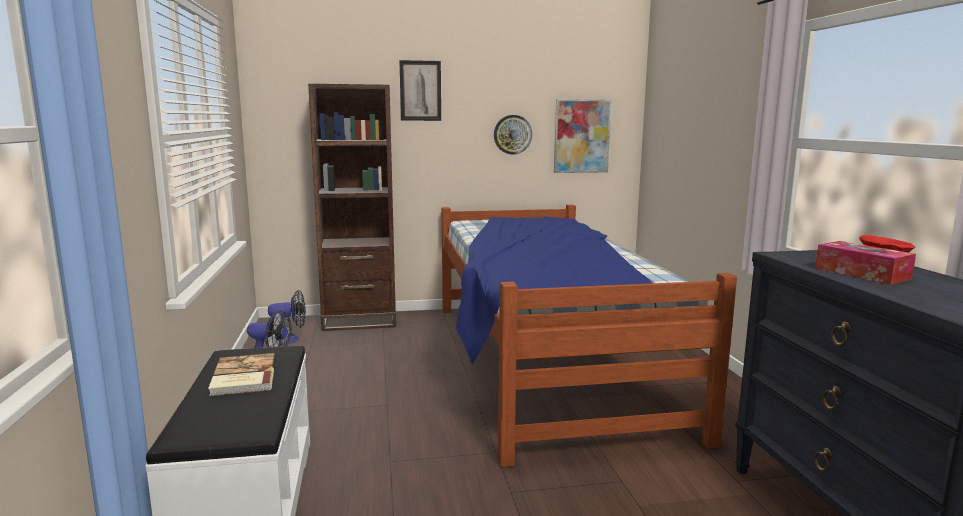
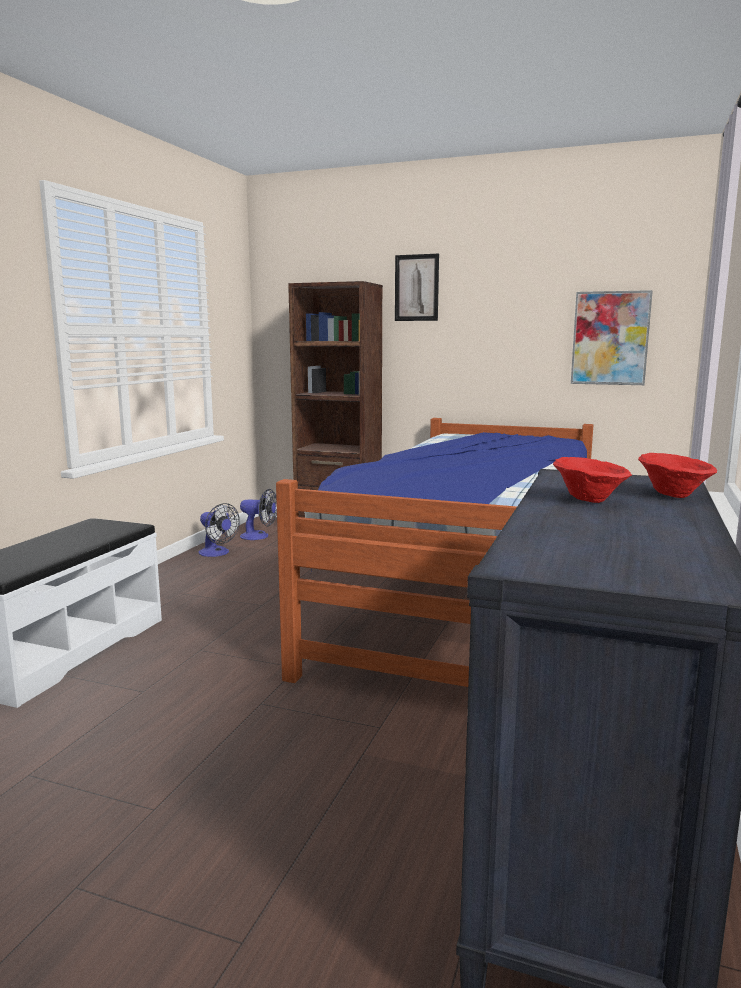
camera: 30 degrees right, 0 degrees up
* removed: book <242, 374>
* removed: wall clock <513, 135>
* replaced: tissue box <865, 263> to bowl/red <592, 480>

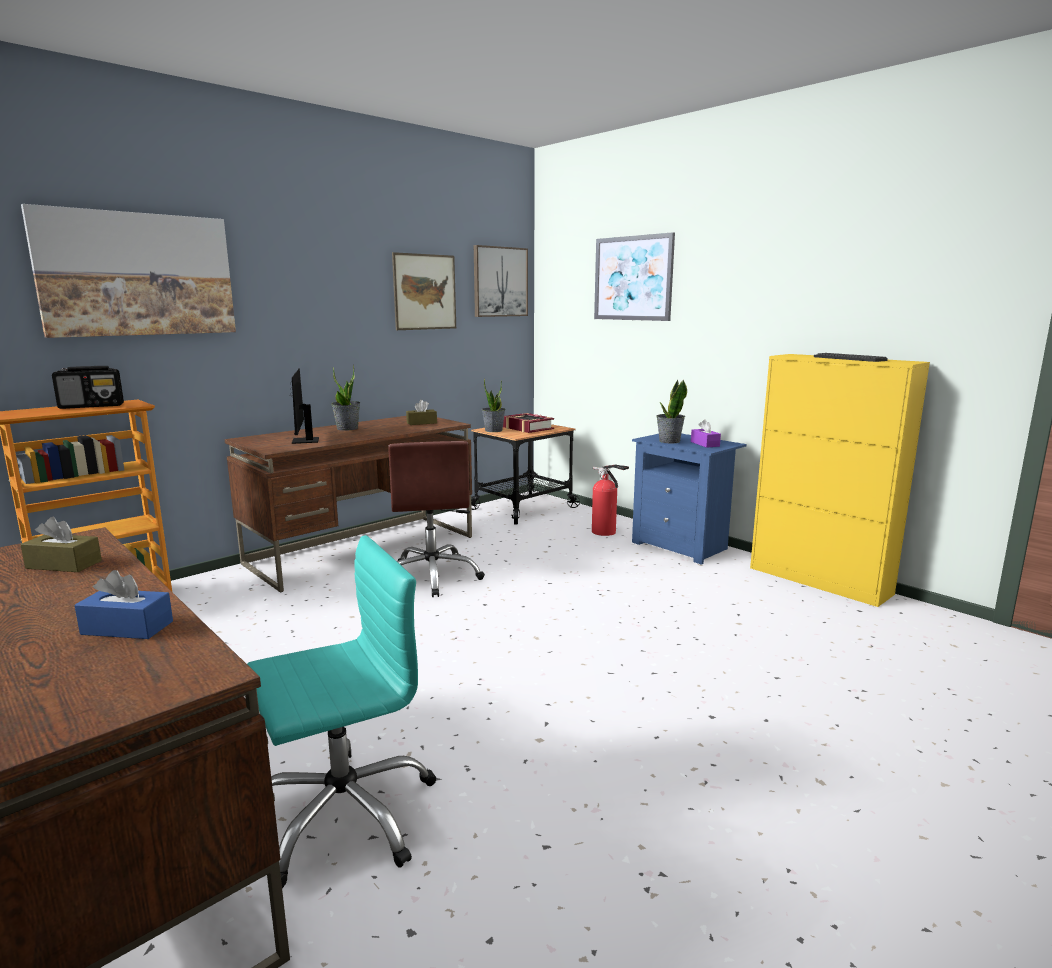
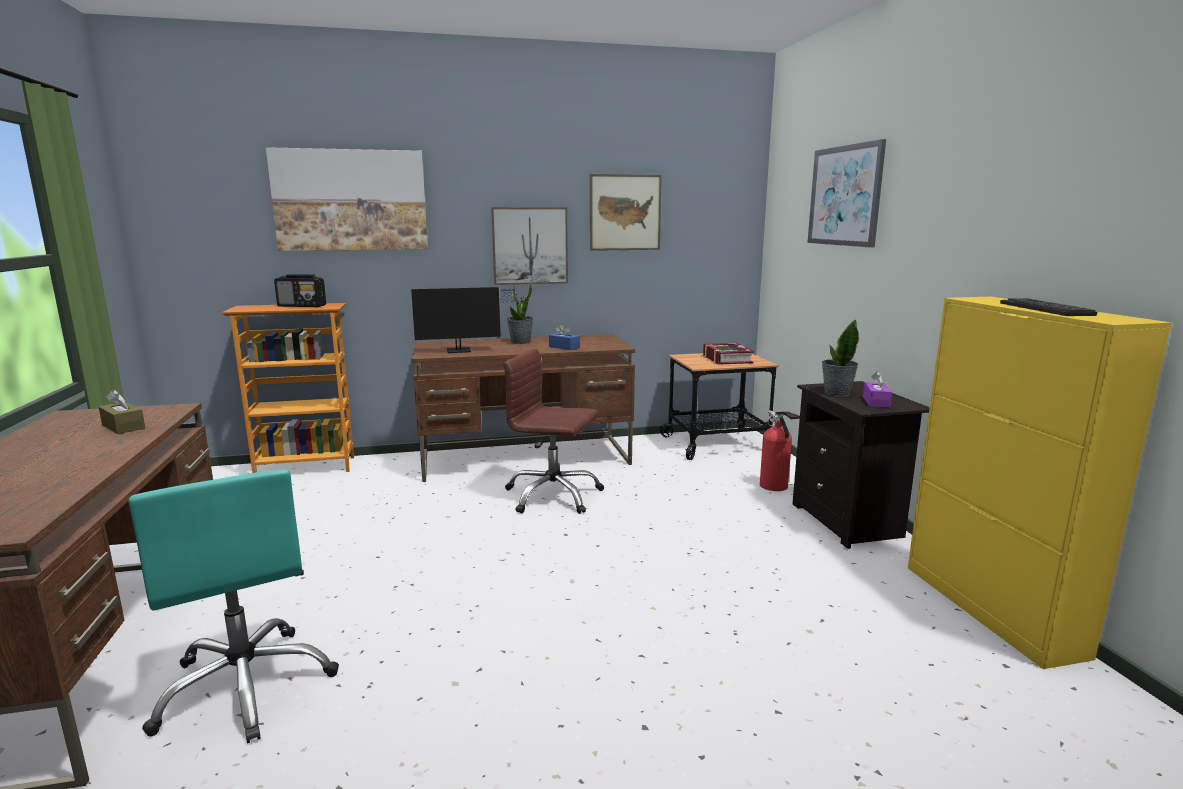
camera: 30 degrees right, 0 degrees up
* removed: tissue box/brown <421, 412>
* removed: potted plant <494, 405>
* moved: tissue box/blue <123, 604> to <564, 336>
* moved: picture <501, 281> to <529, 246>
* recoloured: nightstand/blue <689, 499> to nightstand/black <861, 465>
* turned: office chair/turquoise <341, 711> = <233, 606> 60 degrees clockwise
* turned: monitor <304, 406> = <469, 320> 120 degrees counterclockwise
* turned: office chair/brown <436, 519> = <553, 431> 90 degrees clockwise

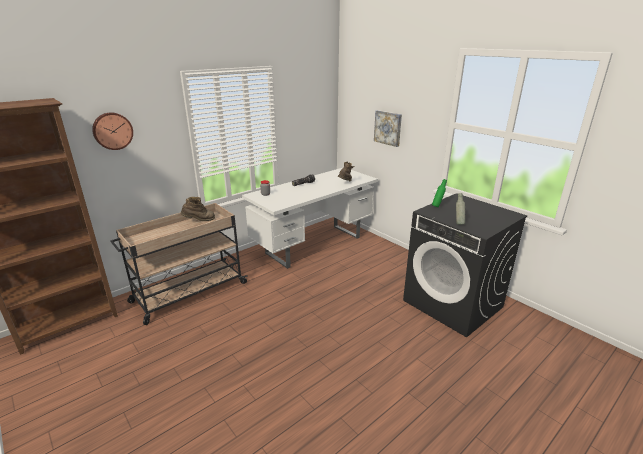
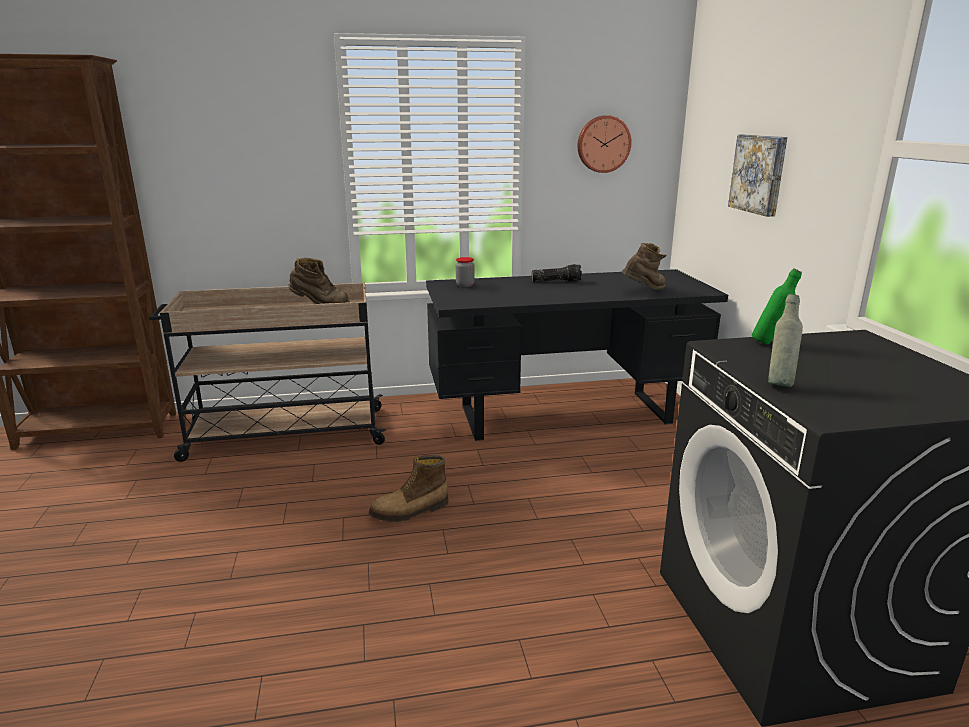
camera: 30 degrees right, 5 degrees down
* added: boot <409, 488>
* moved: wall clock <112, 131> to <605, 144>
* recoloured: desk/white <310, 218> to desk/black <577, 355>

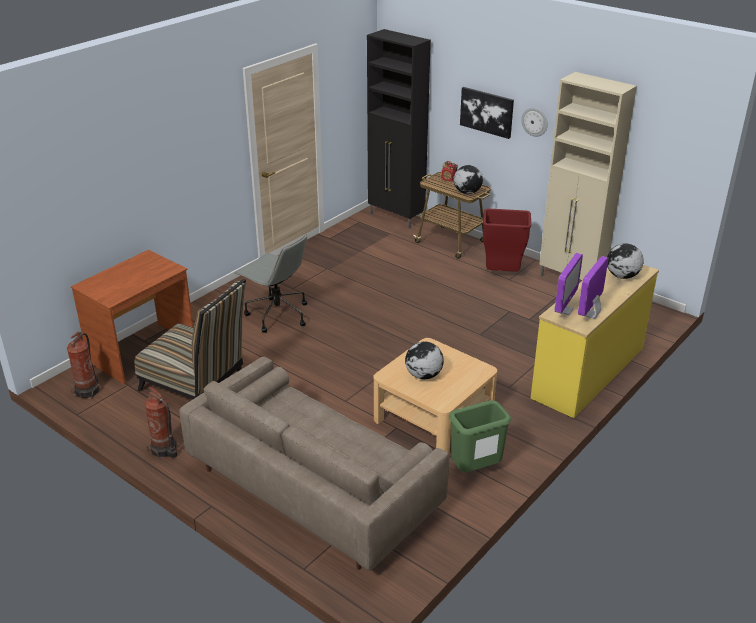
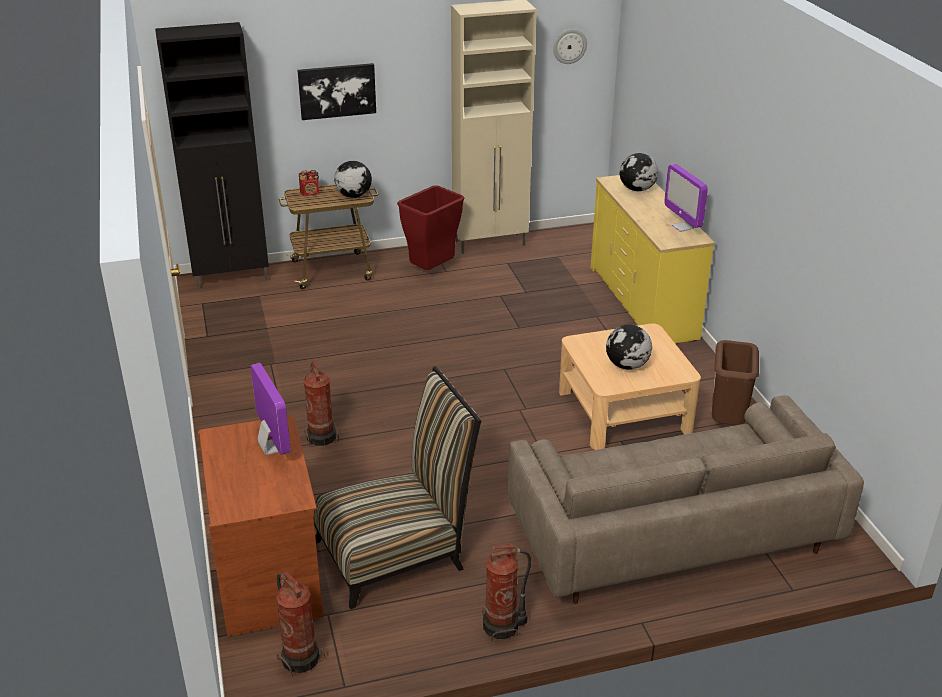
camera: 55 degrees left, 0 degrees up
* moved: wall clock <534, 122> to <570, 46>
* moved: monitor <568, 284> to <271, 409>
* replaced: office chair/grey <270, 283> to fire extinguisher <321, 404>
* recoloured: trash can/green <480, 436> to trash can/brown <735, 382>

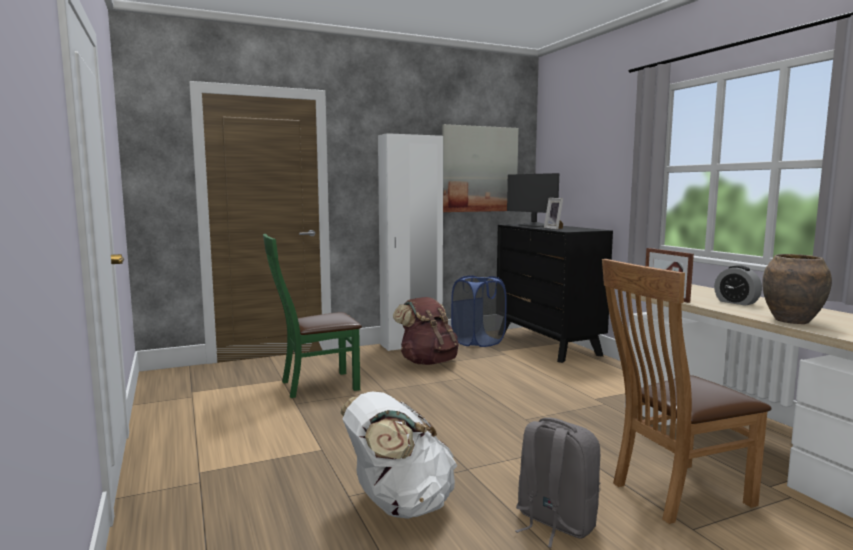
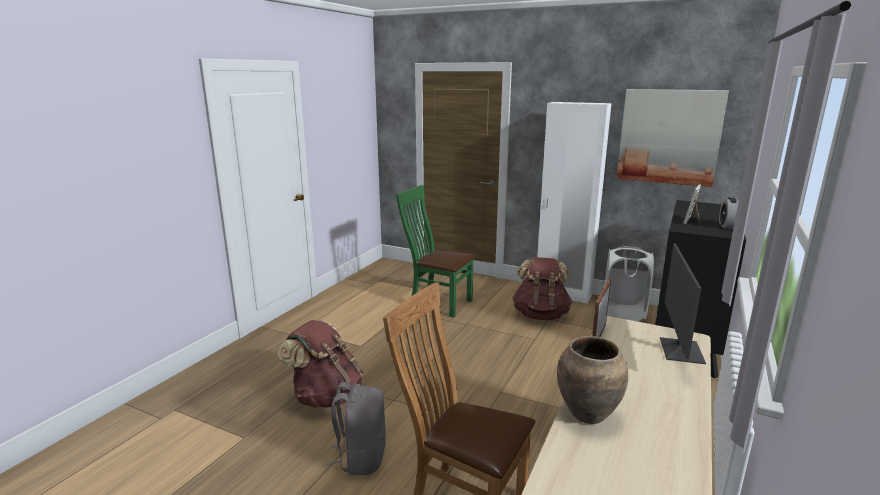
camera: 50 degrees right, 10 degrees up
* moved: monitor <533, 200> to <683, 303>
* moved: alarm clock <738, 285> to <729, 213>
* recoloured: backpack/white <398, 455> to backpack/brown <320, 364>
* recoloured: laundry basket/blue <479, 311> to laundry basket/white <629, 284>

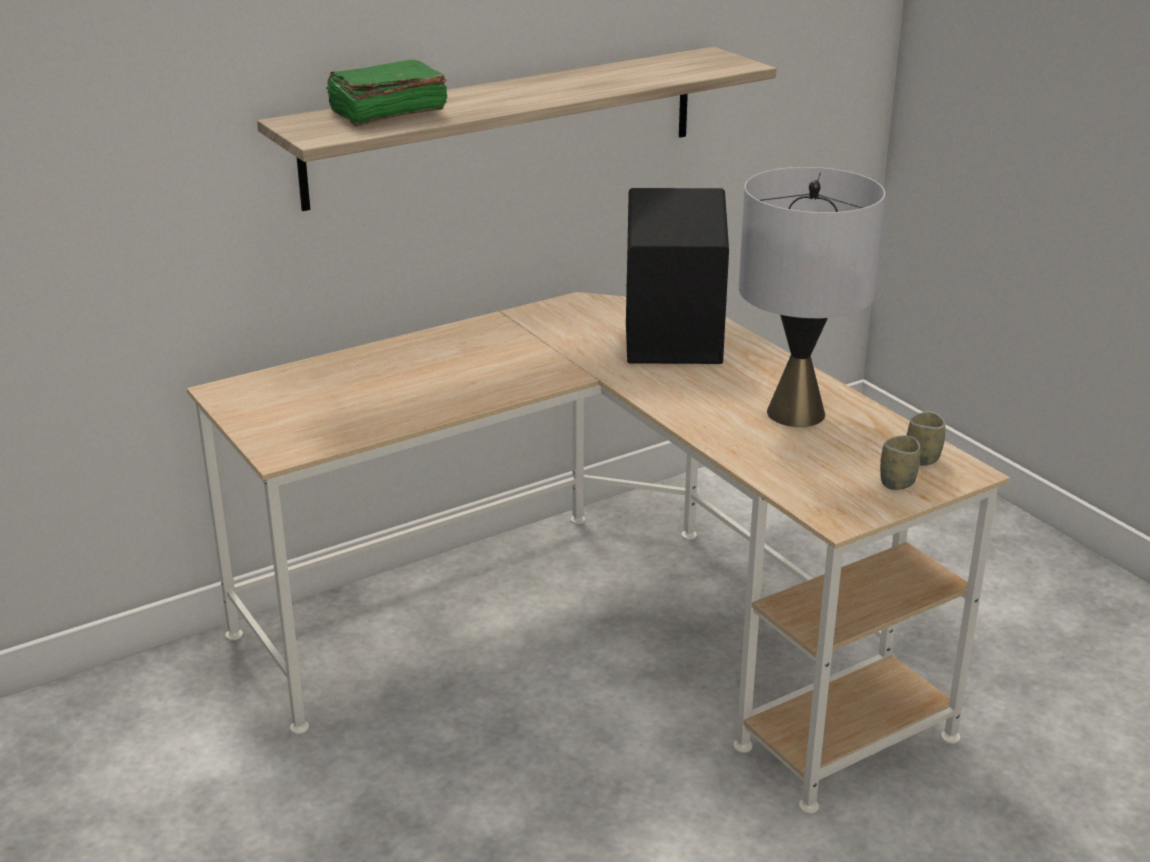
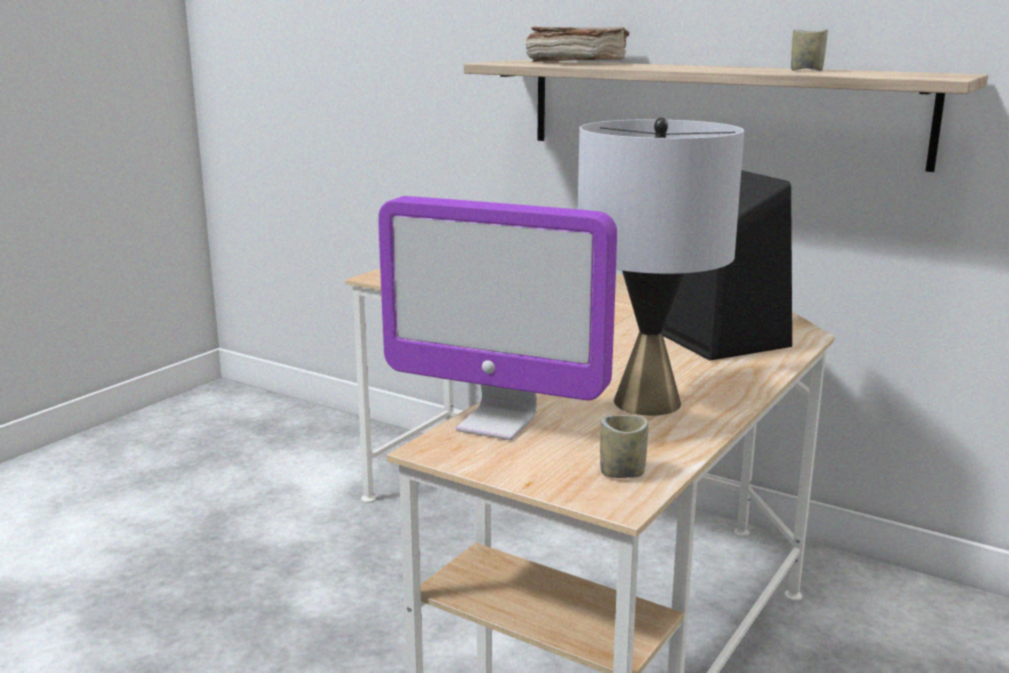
camera: 65 degrees right, 10 degrees down
* added: monitor <497, 318>
* moved: cup <900, 462> to <809, 50>
* recoloured: book/green <386, 93> to book/brown <577, 44>

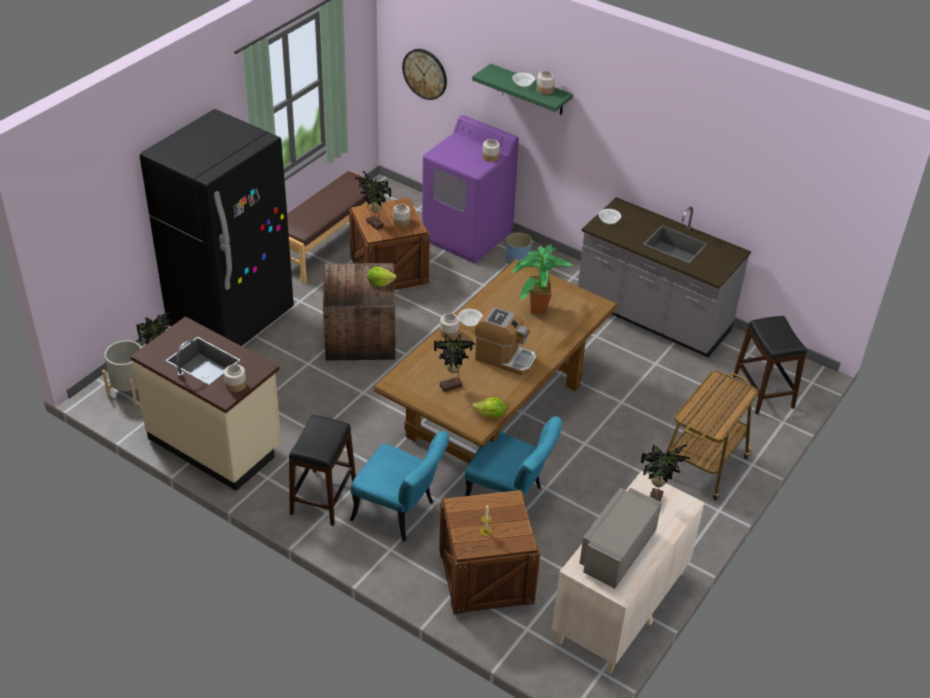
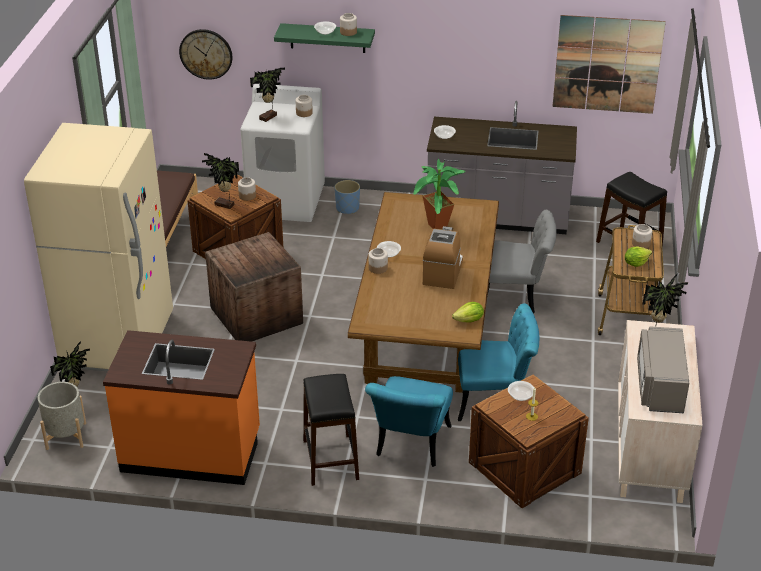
camera: 25 degrees left, 5 degrees down
* added: chair/grey <522, 262>
* added: bowl <521, 391>
* added: picture <609, 64>
* moved: jar <235, 378> to <642, 236>
* moved: lettuce <382, 276> to <638, 256>
* moved: potted plant <454, 363> to <267, 95>
* recoloured: counter/beige <205, 403> to counter/orange <181, 407>
* recoloured: fridge/black <217, 227> to fridge/beige <98, 247>
* recoloured: washing machine/purple <470, 189> to washing machine/white <282, 153>
* turned: chair/turquoise <399, 486> = <409, 421> 105 degrees clockwise
* turned: coffee machine <506, 341> = <443, 257> 75 degrees counterclockwise

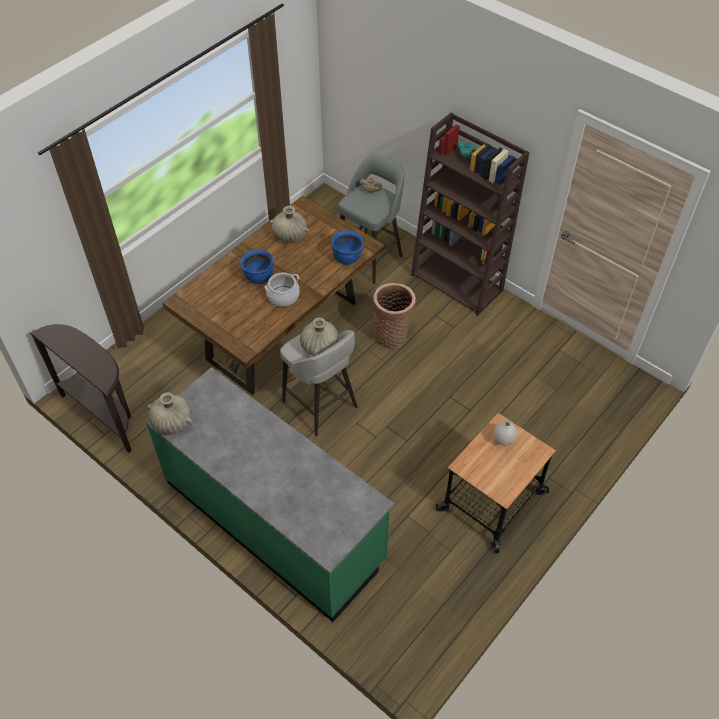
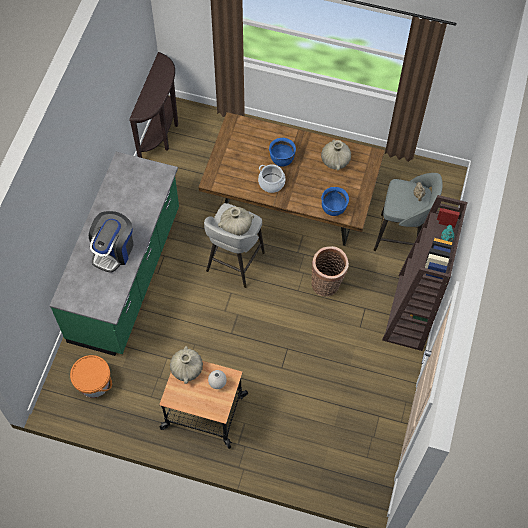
camera: 65 degrees right, 10 degrees up
* added: bucket/orange <91, 376>
* added: coffee machine <111, 242>
* moved: vase/beige <170, 413> to <186, 365>

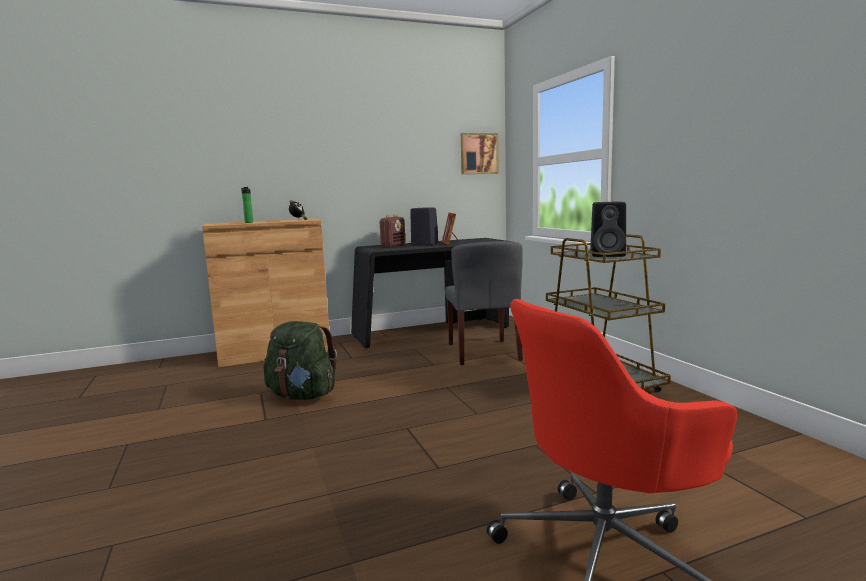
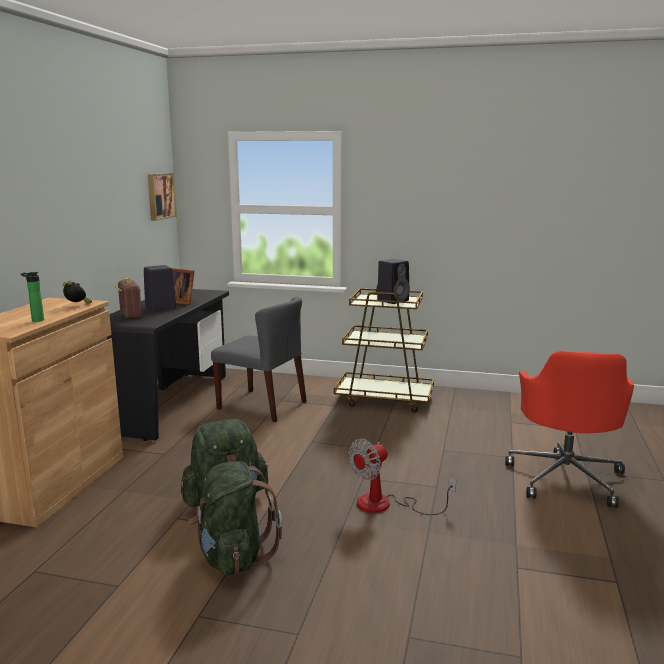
camera: 55 degrees left, 5 degrees up
* added: backpack/green <235, 518>
* added: fan <402, 477>

